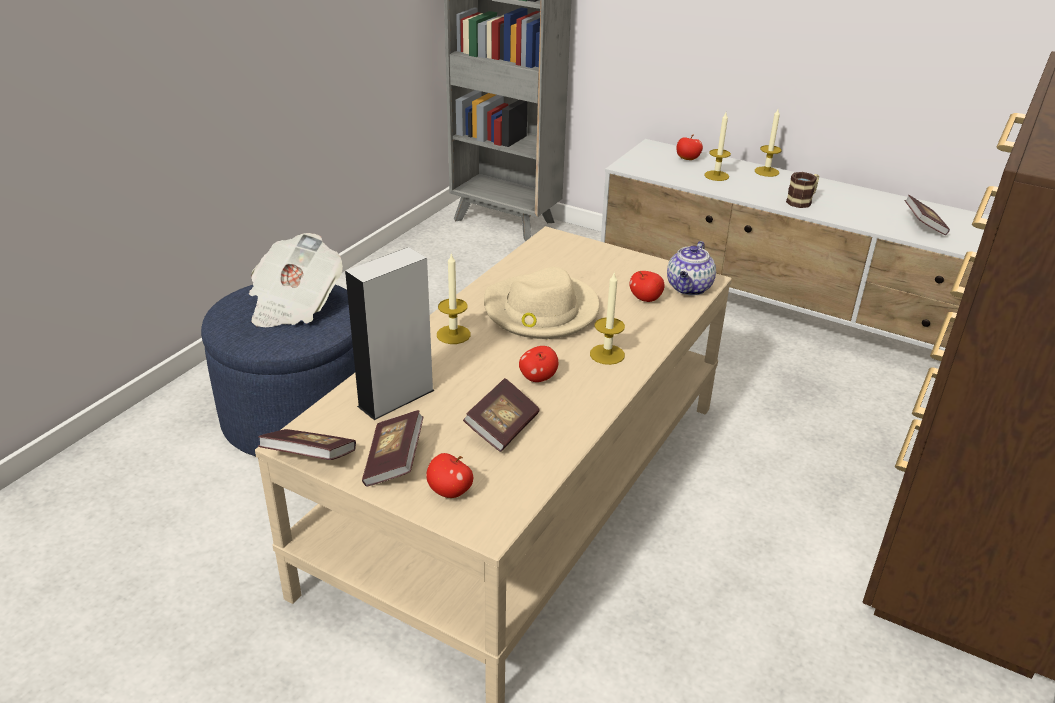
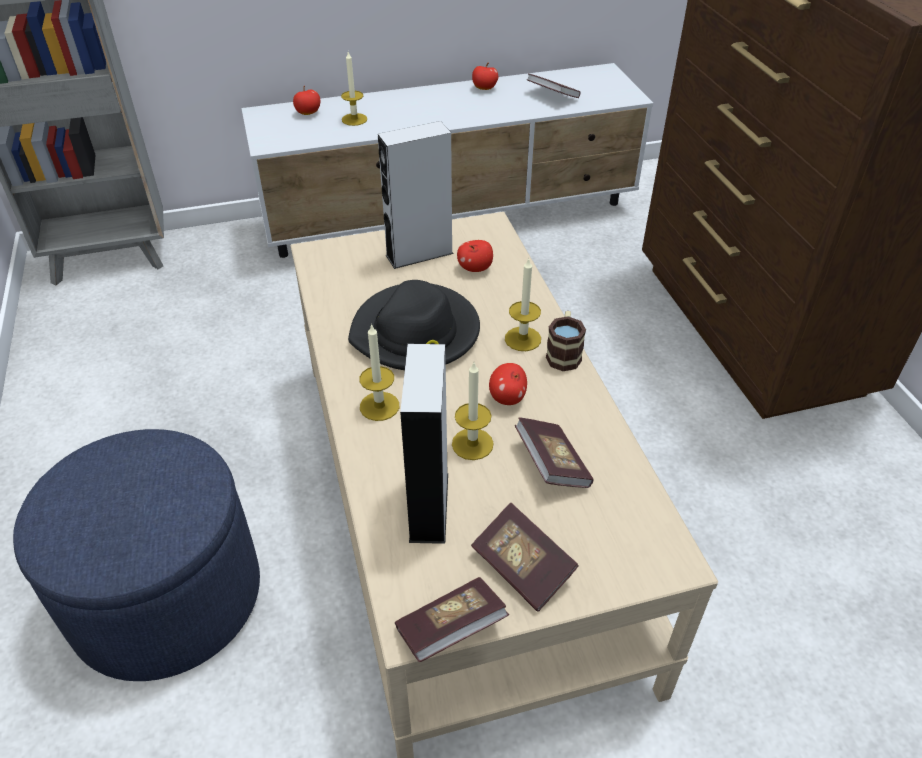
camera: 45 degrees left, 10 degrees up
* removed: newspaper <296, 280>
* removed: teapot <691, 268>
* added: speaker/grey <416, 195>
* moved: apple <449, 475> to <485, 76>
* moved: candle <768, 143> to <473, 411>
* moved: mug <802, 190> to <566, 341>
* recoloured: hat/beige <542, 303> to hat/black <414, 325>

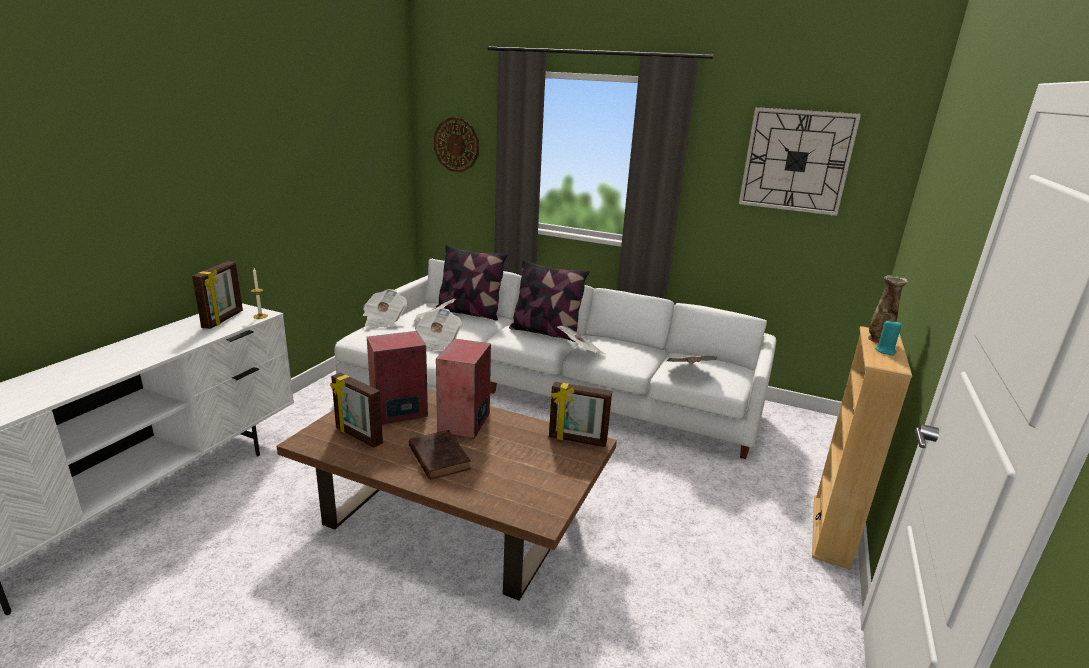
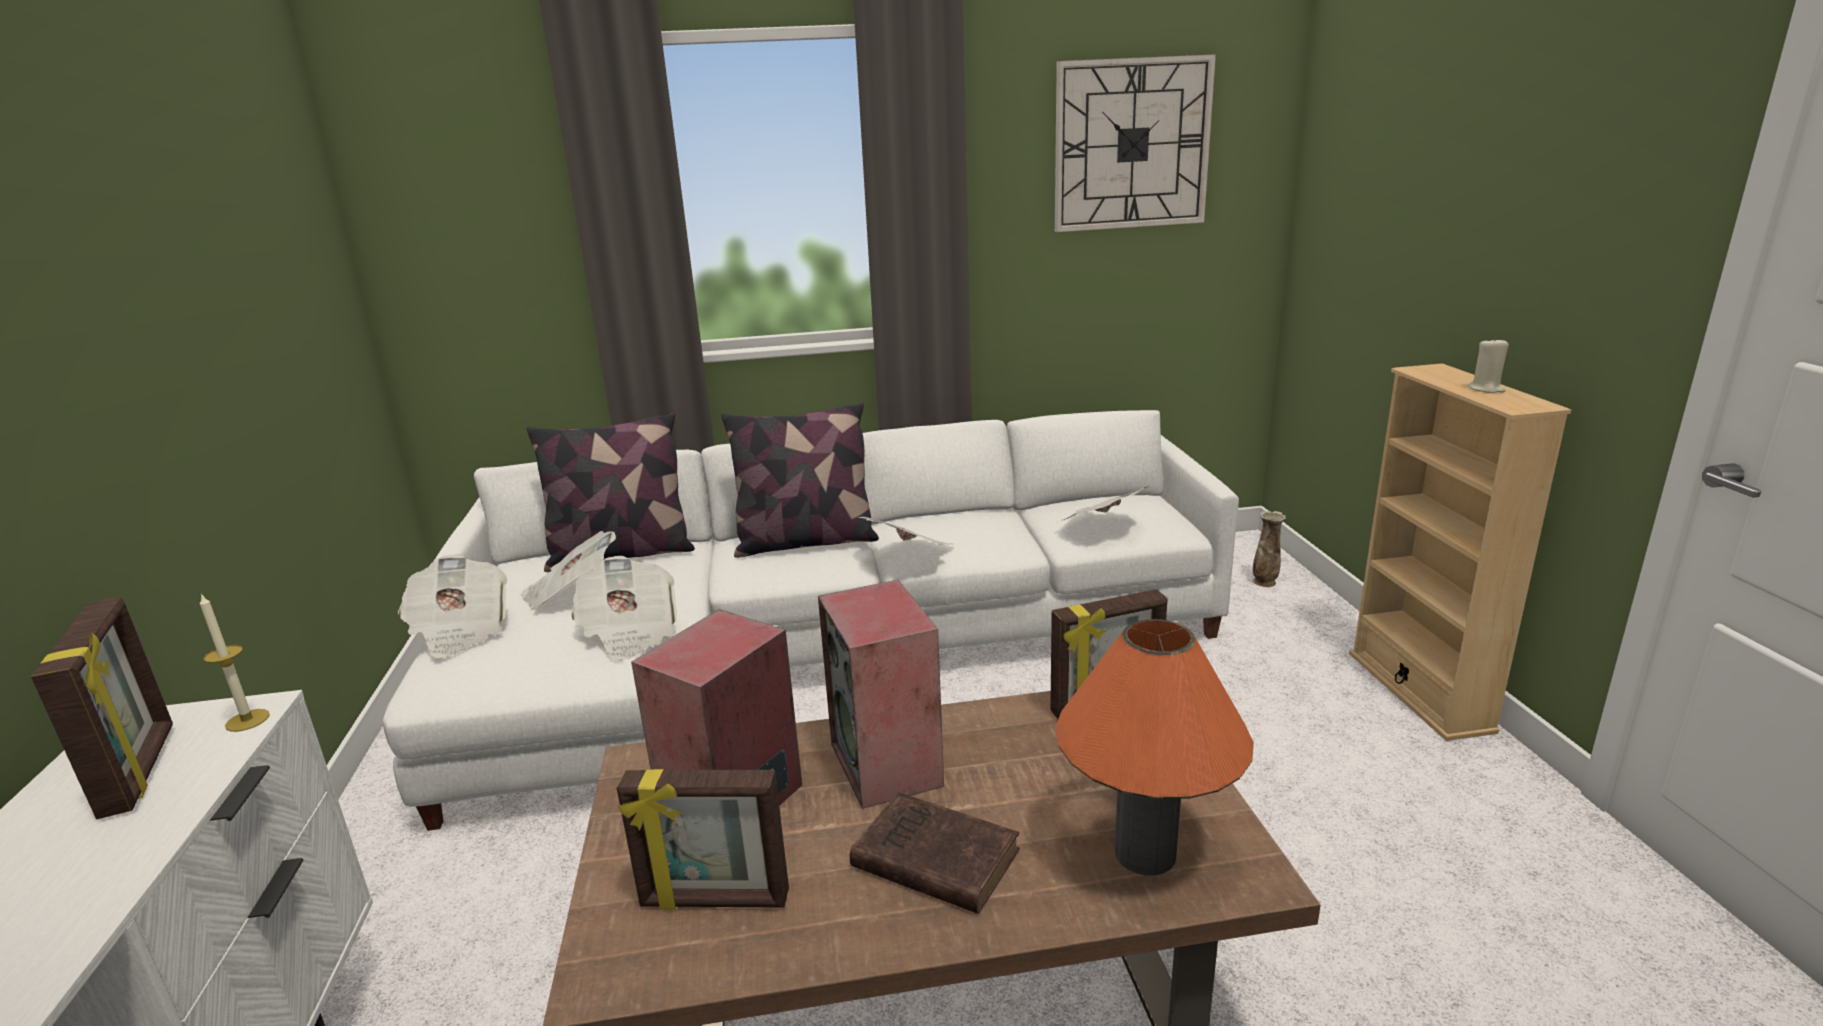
camera: 30 degrees left, 0 degrees up
* removed: wall clock <456, 144>
* added: table lamp/orange <1154, 747>
* moved: vase <888, 309> to <1269, 549>
* recoloured: candle/turquoise <888, 338> to candle/beige <1489, 365>

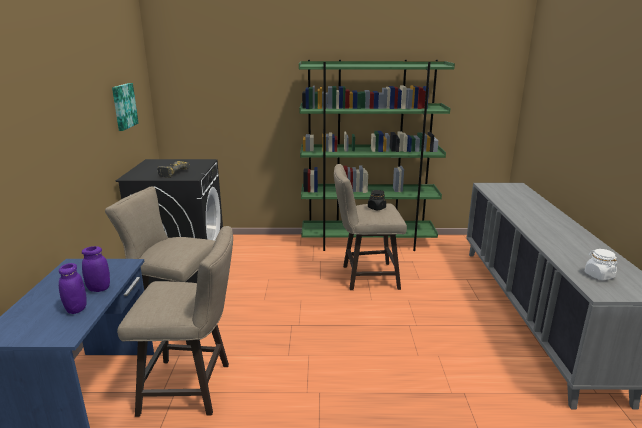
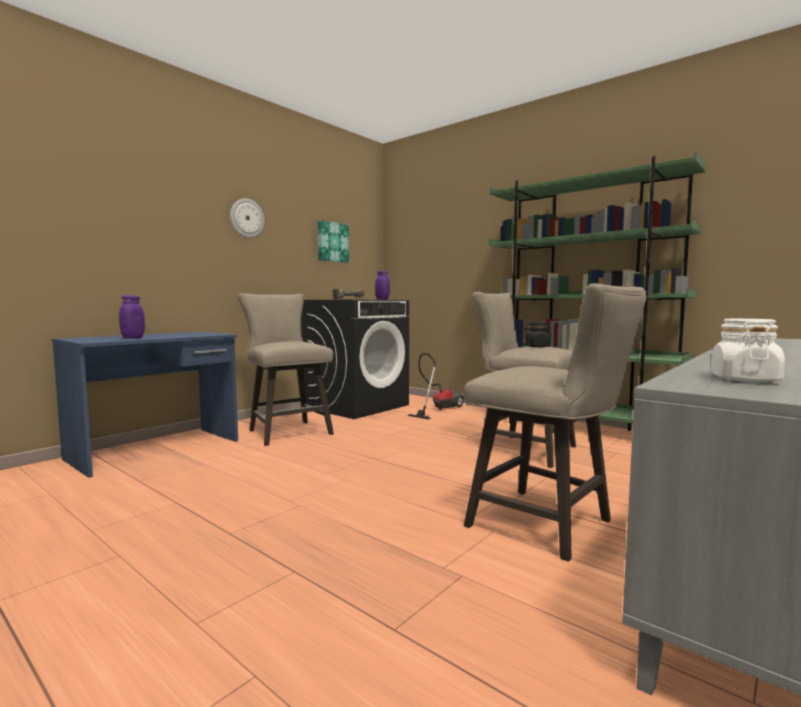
camera: 40 degrees right, 15 degrees down
* added: wall clock <247, 218>
* added: vacuum cleaner <436, 386>
* moved: jar/purple <96, 269> to <382, 285>
* moved: stool/beige <175, 321> to <555, 422>

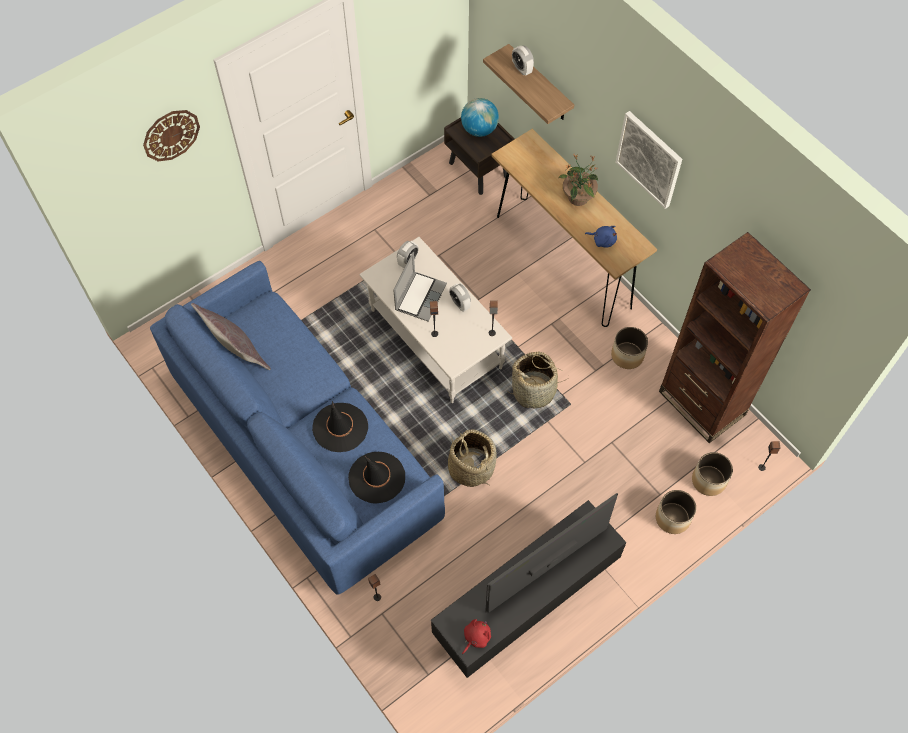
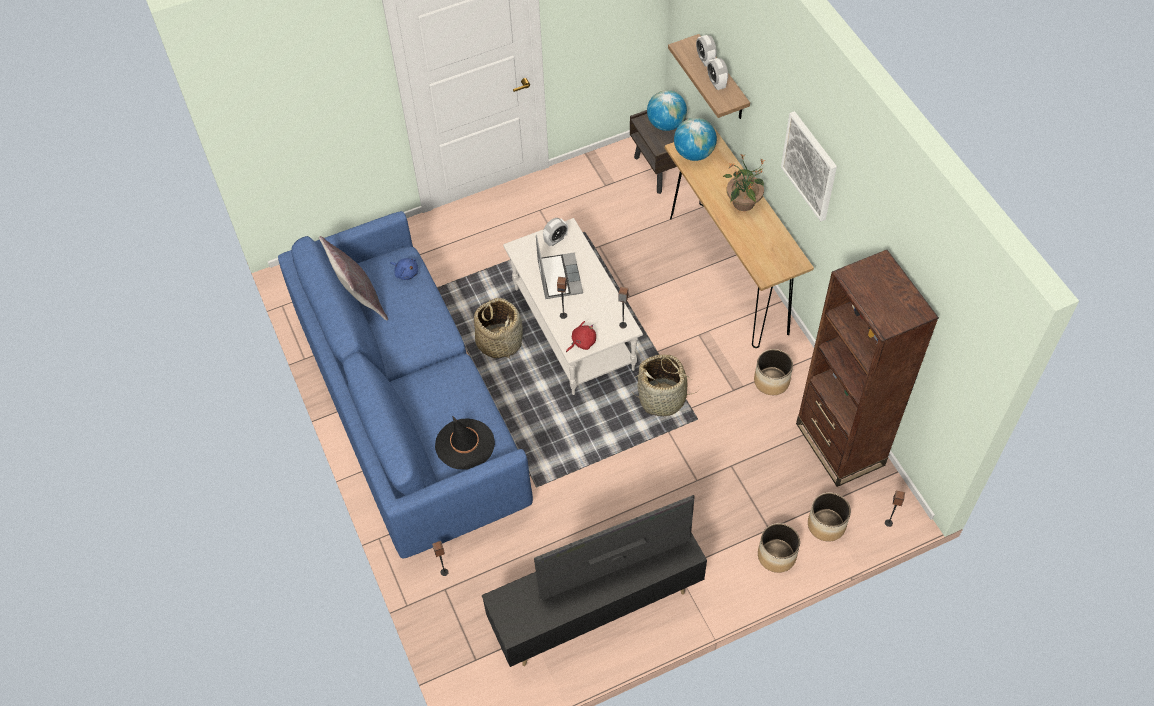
camera: 15 degrees right, 5 degrees down
* removed: wall clock <171, 135>
* removed: hat/black <340, 426>
* added: globe <695, 139>
* moved: basket <472, 458> to <498, 328>
* moved: alarm clock <460, 298> to <717, 74>
* moved: plush toy/red <476, 636> to <581, 336>
* moved: plush toy/blue <601, 236> to <404, 269>
* turned: laptop <420, 287> = <559, 267> 45 degrees counterclockwise

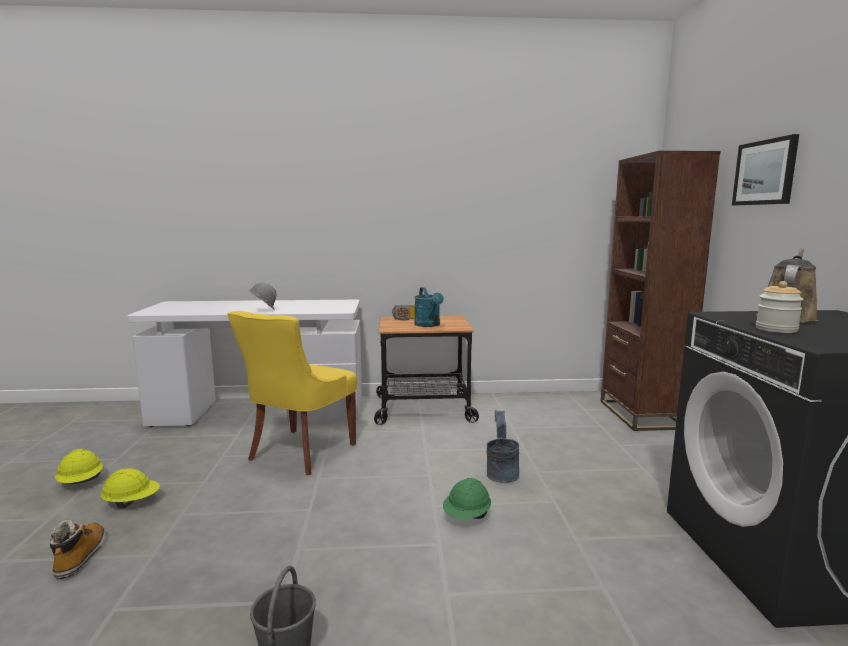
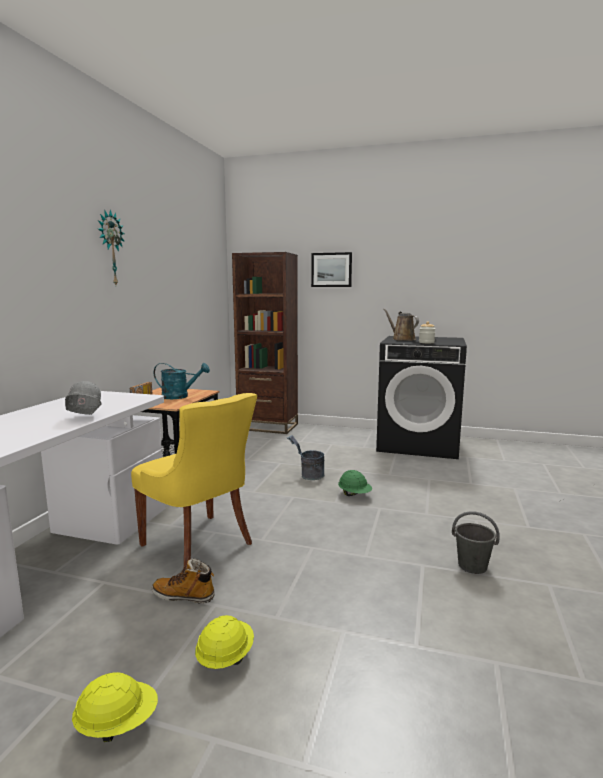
camera: 70 degrees left, 0 degrees up
* added: wall clock <111, 247>
* moved: boot <78, 549> to <183, 581>

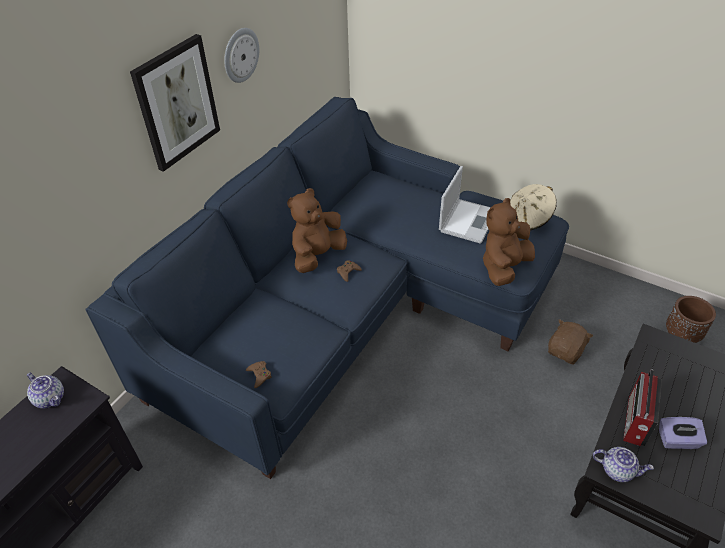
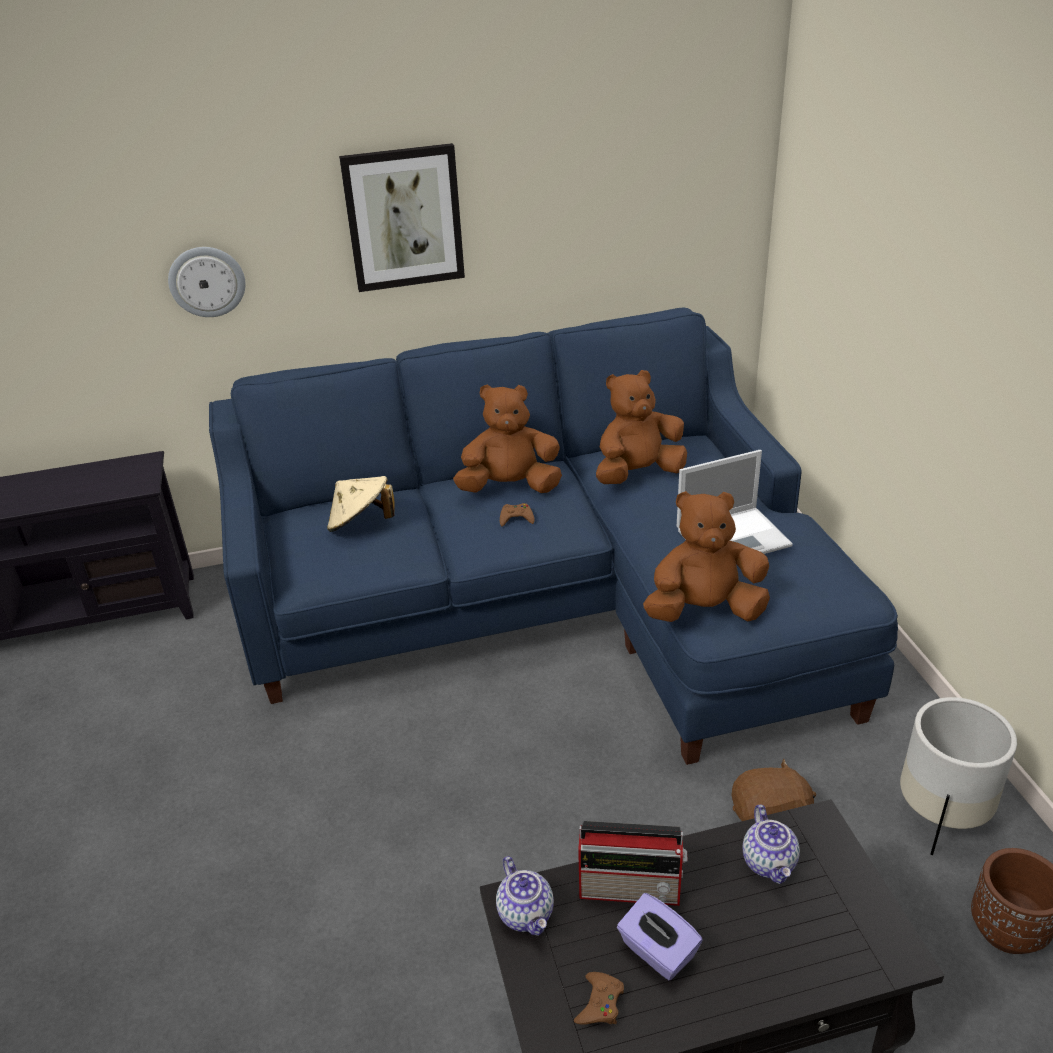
camera: 45 degrees right, 10 degrees down
* added: plush toy/brown <641, 427>
* added: planter/white <958, 776>
* moved: teapot <45, 391> to <771, 844>
* moved: wall clock <241, 55> to <206, 282>
* moved: game controller/brown <259, 374> to <599, 998>
* moved: hat/beige <533, 207> to <361, 504>
* turned: radio <642, 407> = <632, 863> 150 degrees counterclockwise

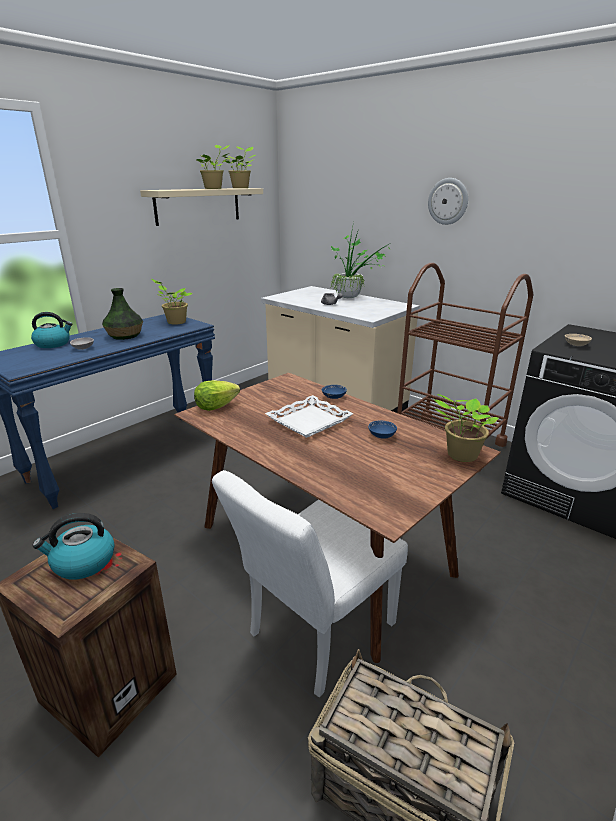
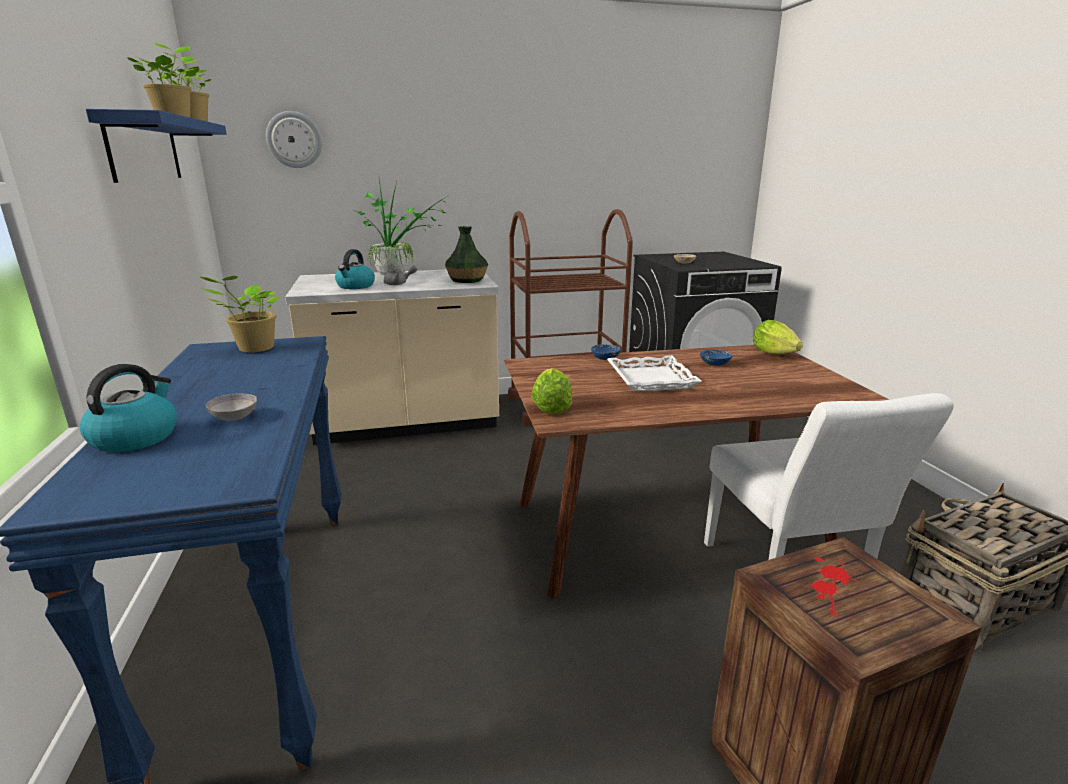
camera: 55 degrees left, 5 degrees down
* moved: kettle <74, 546> to <355, 269>
* moved: vase <122, 314> to <466, 254>
* moved: wall clock <448, 201> to <294, 139>
* replaced: potted plant <466, 428> to lettuce <778, 337>
* recoloured: shelf/beige <201, 207> to shelf/blue <156, 146>

